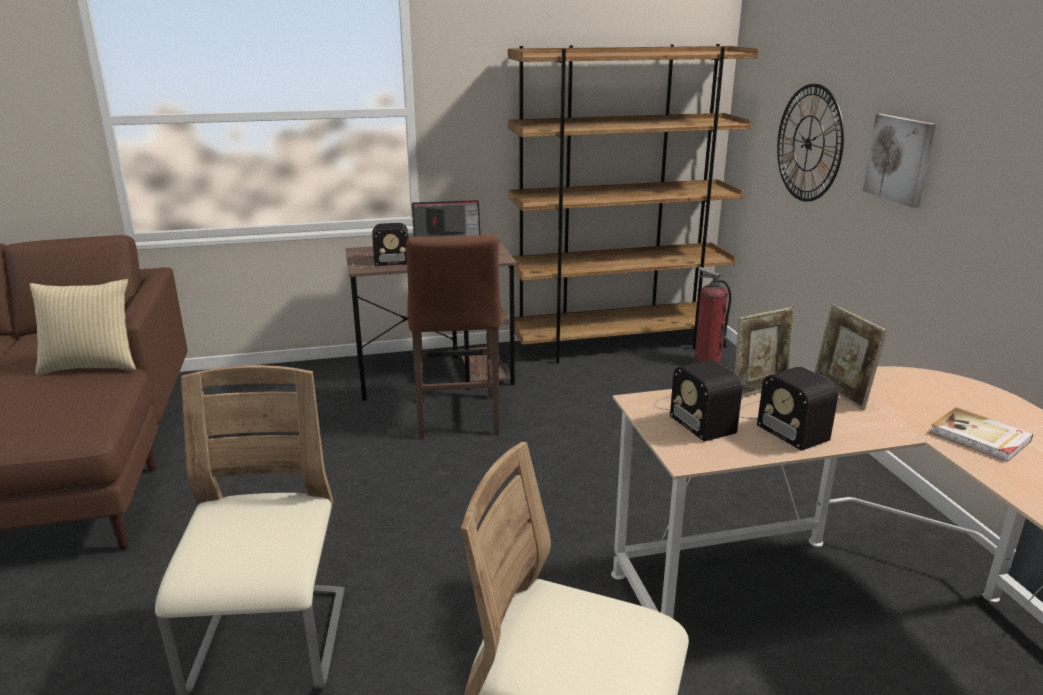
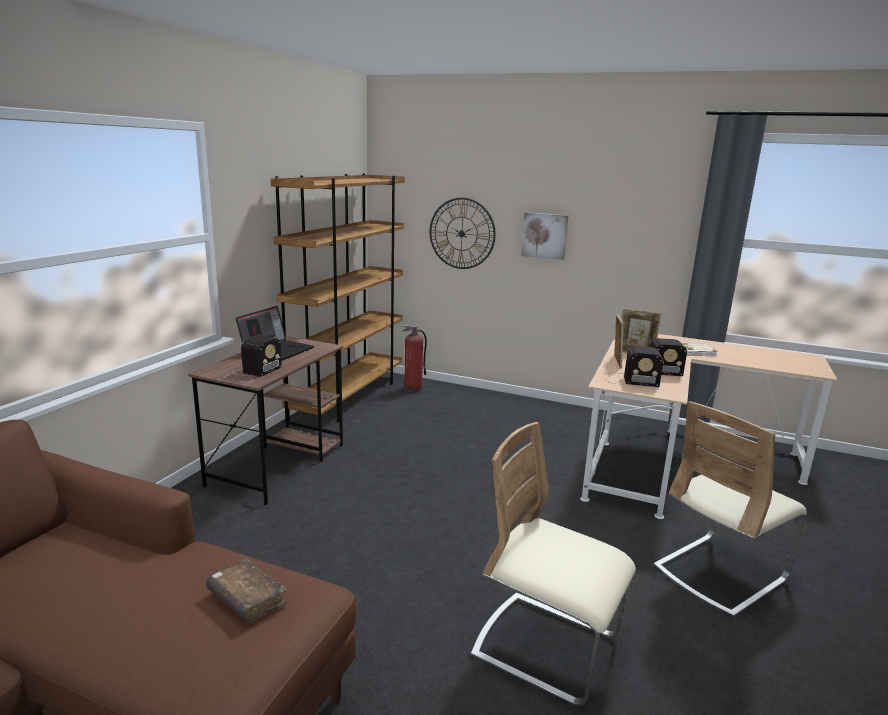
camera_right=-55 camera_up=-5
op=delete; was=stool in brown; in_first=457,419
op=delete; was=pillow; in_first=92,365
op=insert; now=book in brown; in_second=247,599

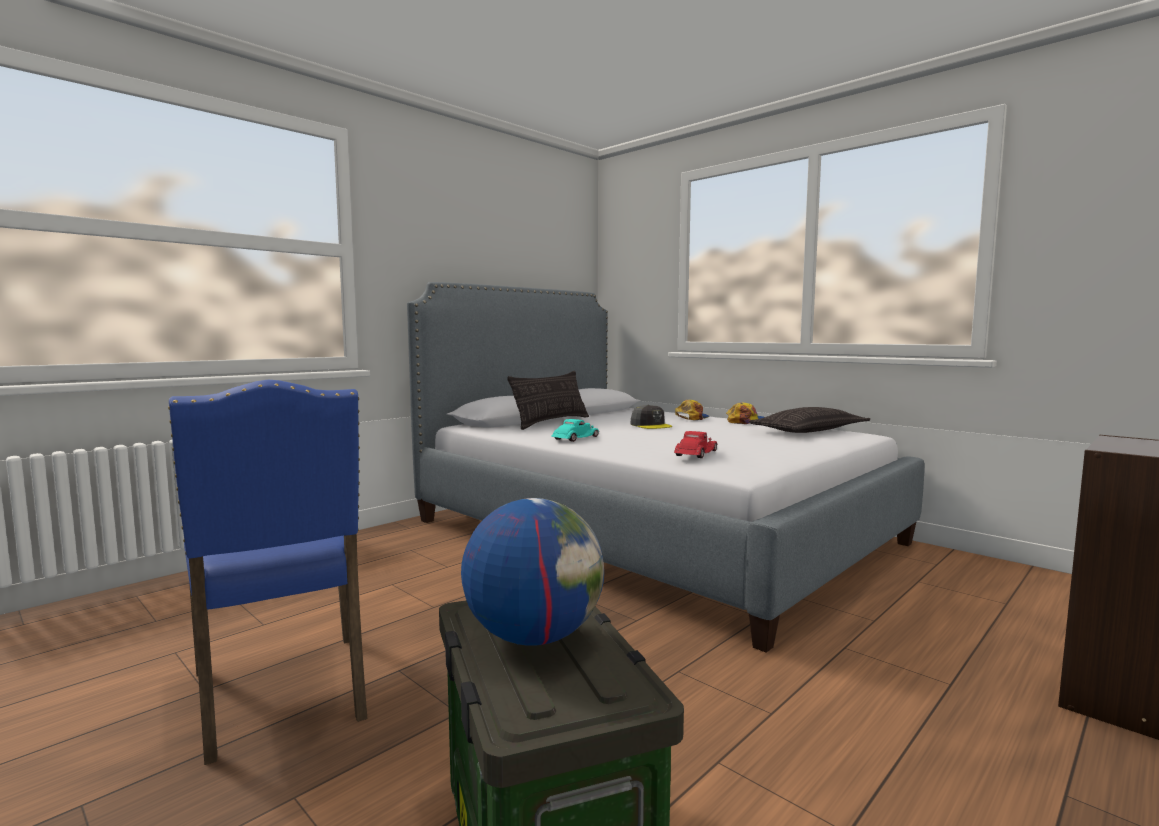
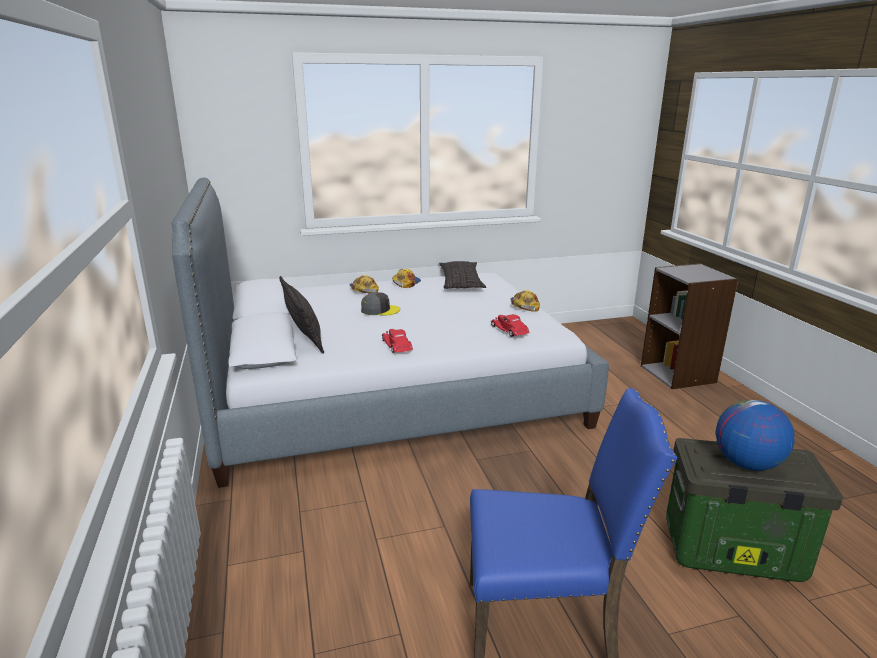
camera_right=-60 camera_up=15
op=recolor; was=toy car in turquoise; now=toy car in red; in_first=575,438; in_second=397,346
op=insert; now=cap; in_second=524,305

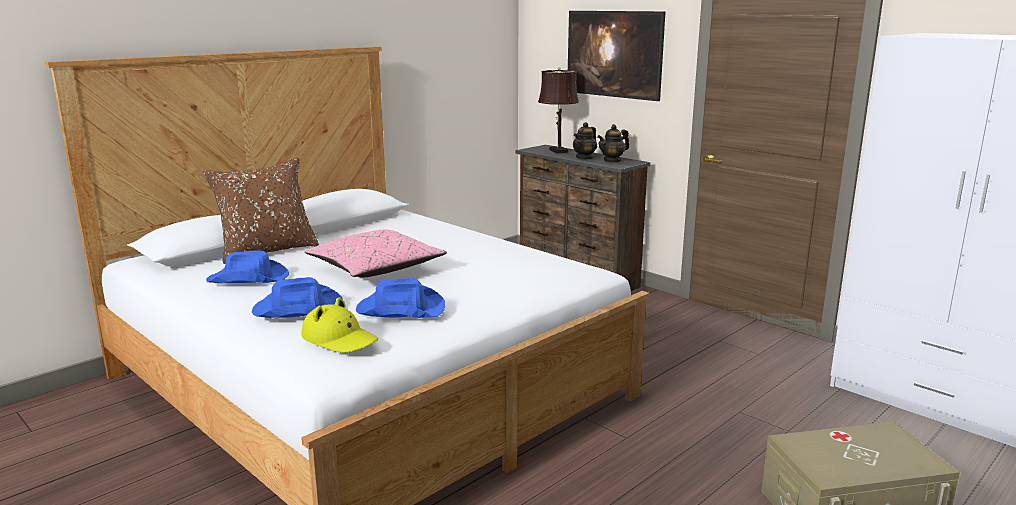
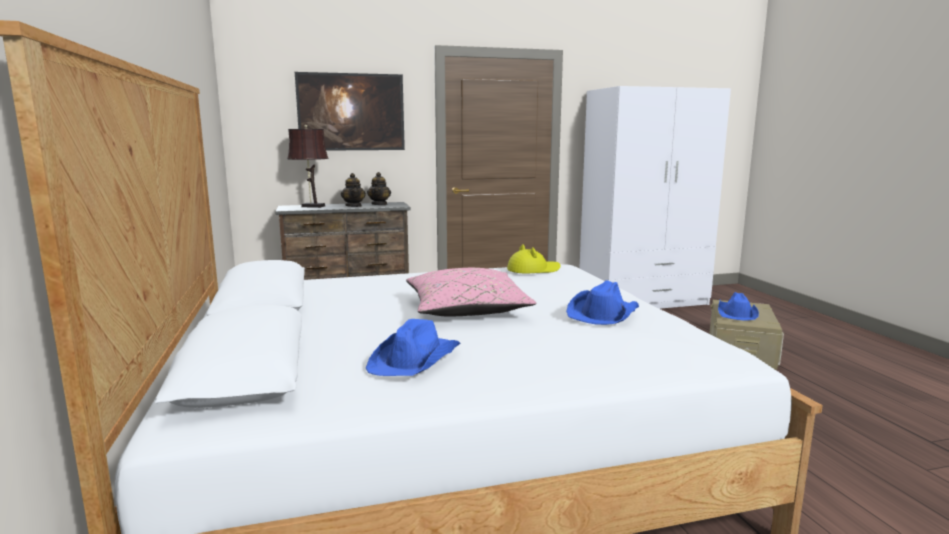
camera_right=-60 camera_up=-5
op=delete; was=pillow in brown; in_first=267,251
op=move; was=hat in blue; in_first=297,309; in_second=736,313
op=move; was=hat in yellow; in_first=340,339; in_second=533,270

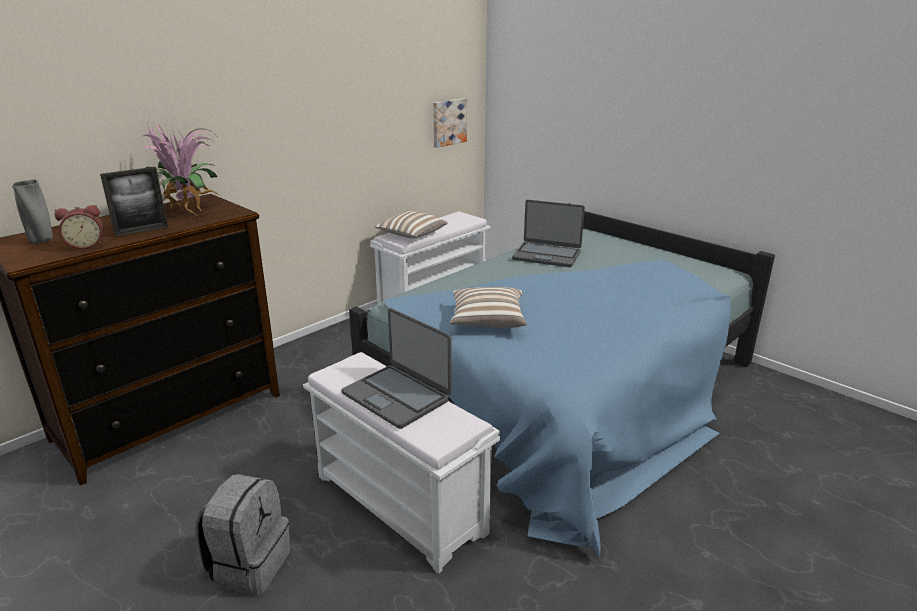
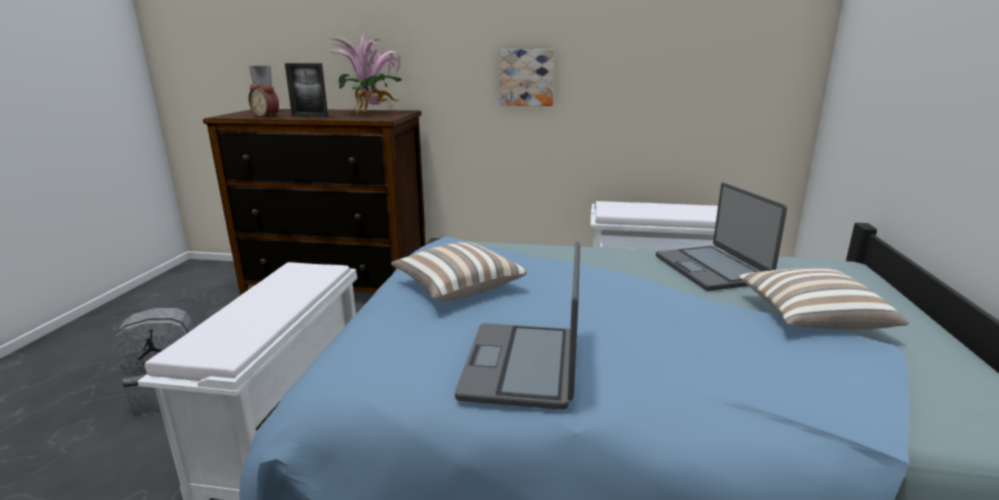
camera_right=55 camera_up=-5
op=move; was=picture; in_first=448,122; in_second=527,77
op=move; was=pillow; in_first=411,235; in_second=810,318
op=move; was=laptop; in_first=397,396; in_second=523,365

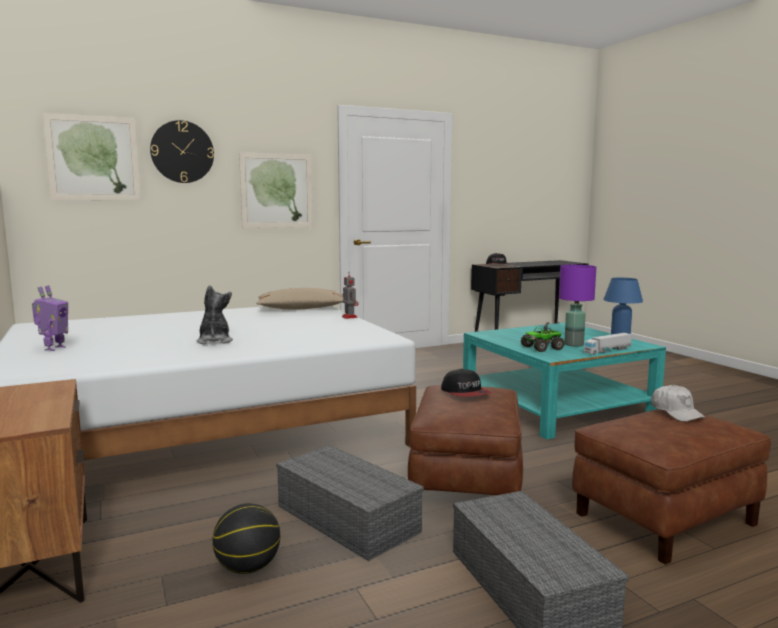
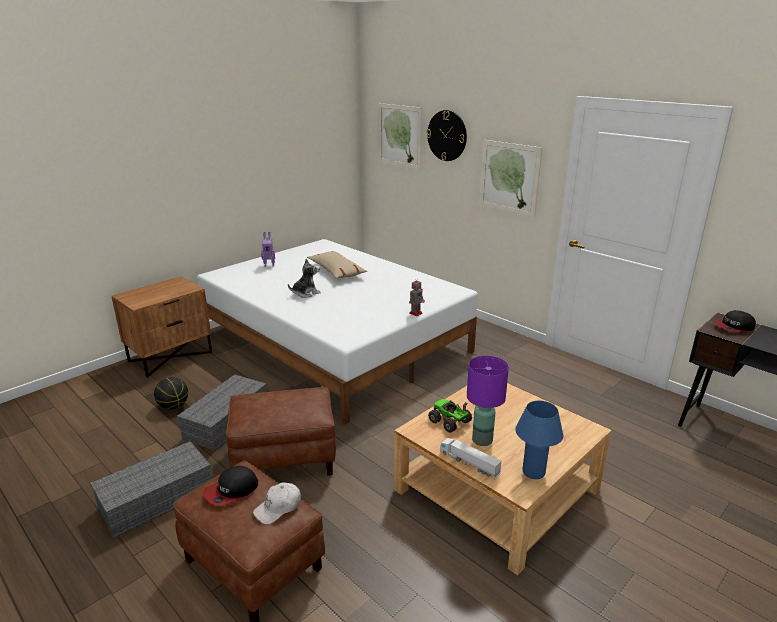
camera_right=70 camera_up=15
op=move; was=pillow in beige; in_first=301,309; in_second=336,271
op=recolor; was=coffee table in turquoise; now=coffee table in beige; in_first=556,405; in_second=496,489
op=move; was=cap; in_first=465,393; in_second=231,491

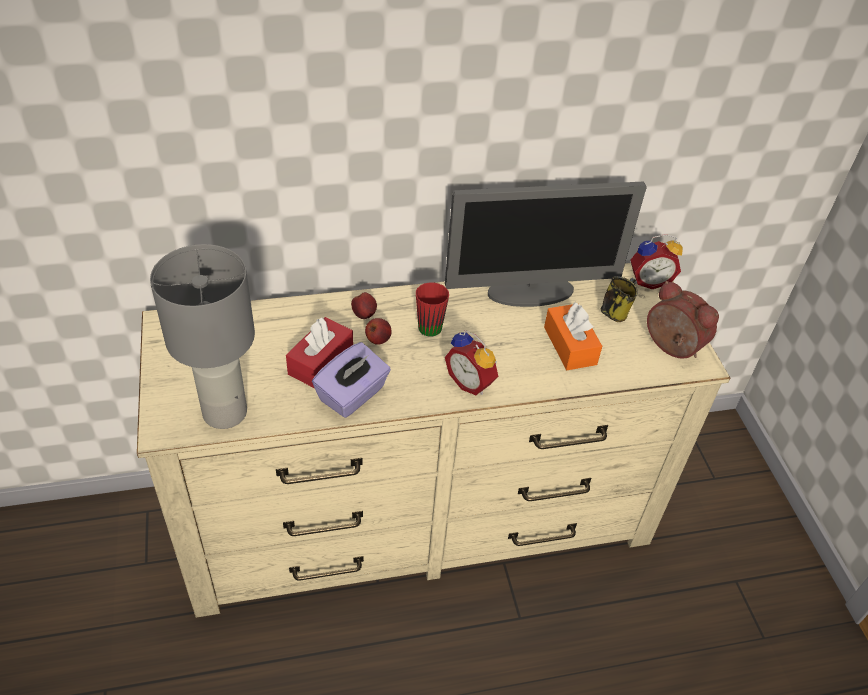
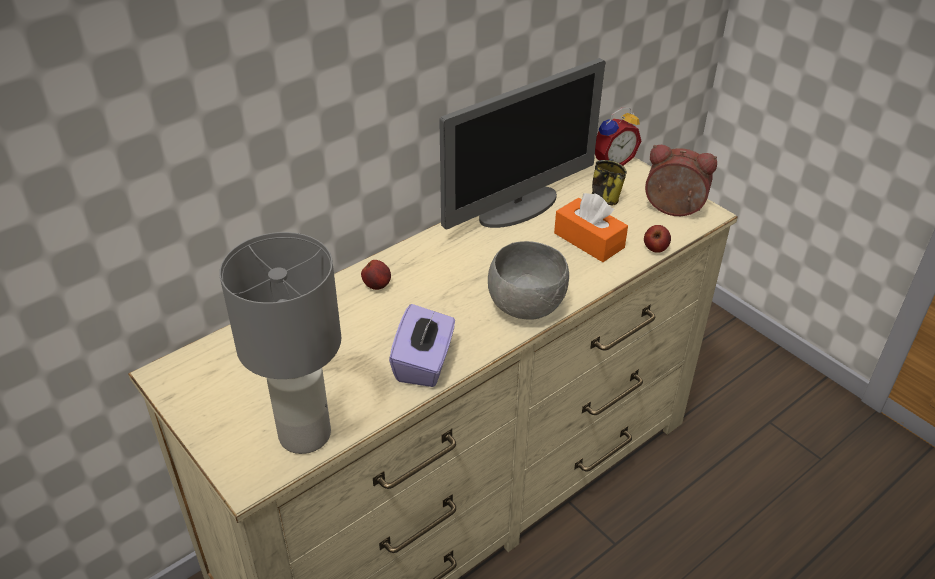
camera_right=-25 camera_up=-5
op=delete; was=mug in red; in_first=428,323
op=delete; was=tissue box in red; in_first=321,362
op=move; was=apple; in_first=378,340; in_second=655,249
op=replace; was=alarm clock; now=bowl in grey; in_first=471,382; in_second=527,306

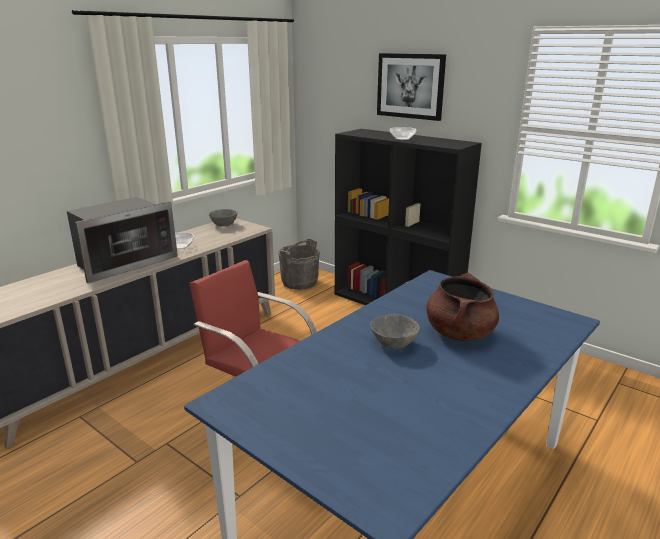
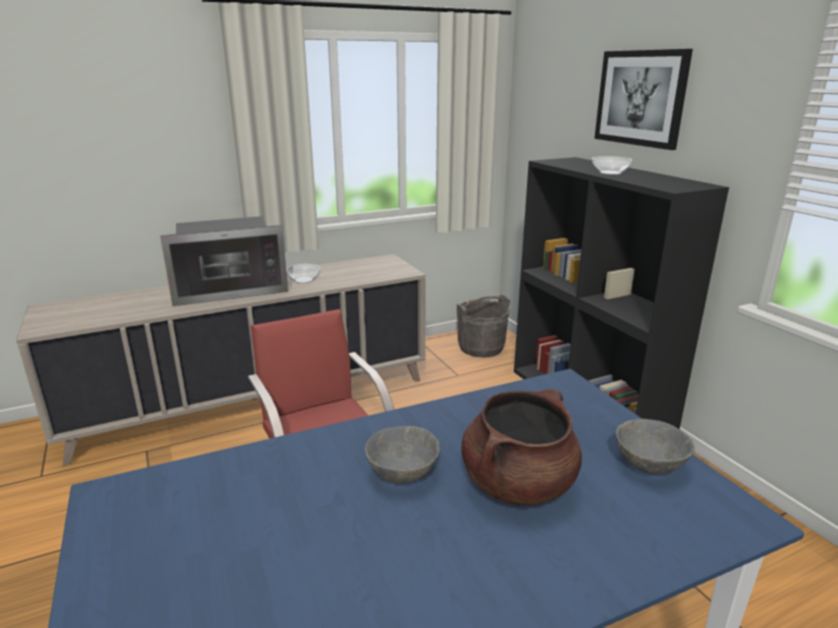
camera_right=25 camera_up=0
op=move; was=bowl in grey; in_first=224,225; in_second=649,465

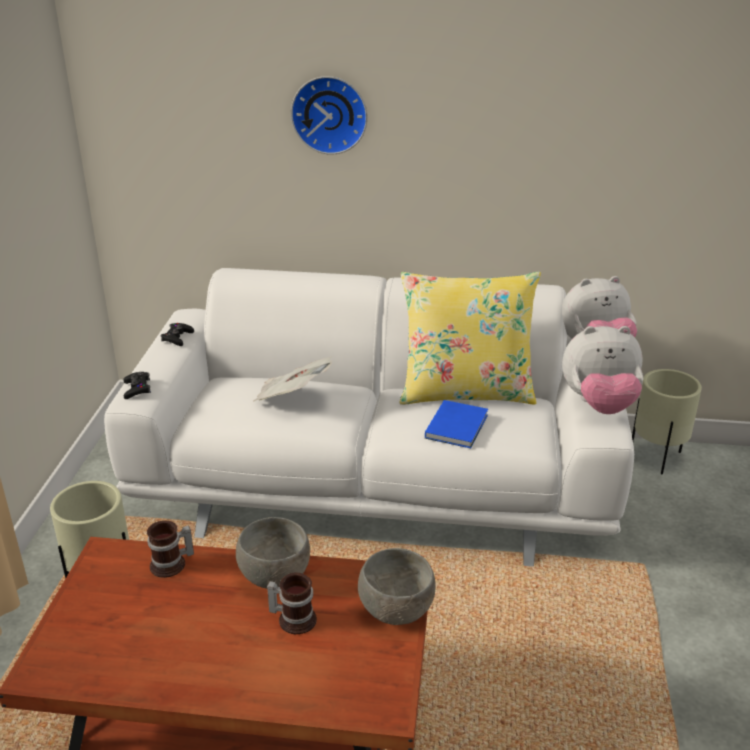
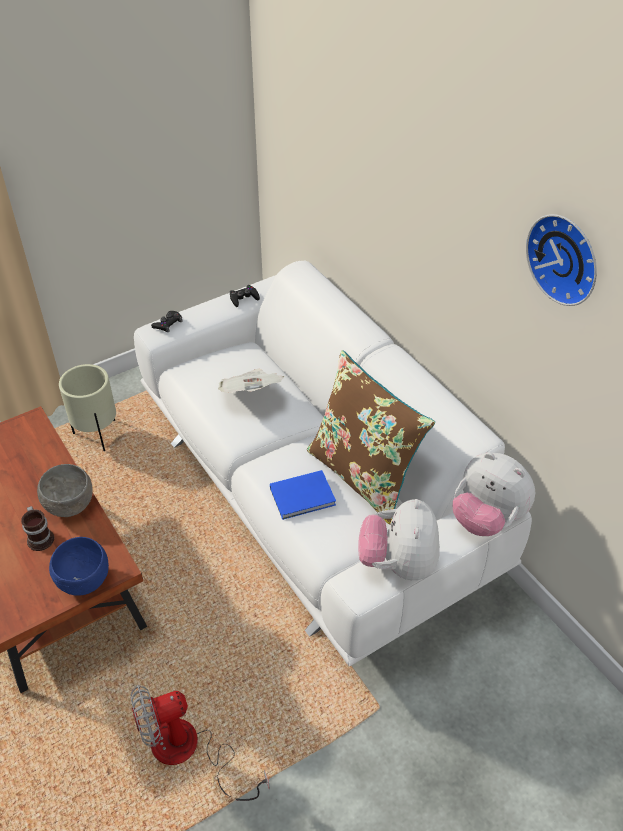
camera_right=50 camera_up=15
op=move; was=wall clock; in_first=330,114; in_second=566,258
op=recolor; was=pillow in yellow; now=pillow in brown; in_first=466,392; in_second=363,475
op=rotate; was=plush toy; in_first=599,405; in_second=398,563; clockwise=45
op=delete; was=planter in beige; in_first=657,458
op=delete; was=mug; in_first=172,565
op=recolor; was=bowl in grey; now=bowl in blue; in_first=395,611; in_second=83,580
op=insert; now=fan; in_second=189,752

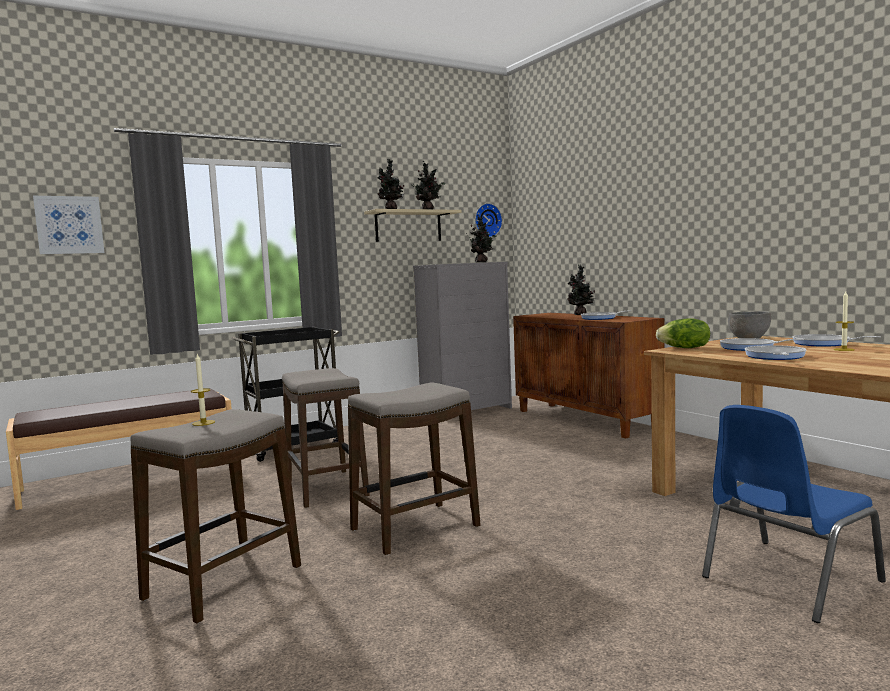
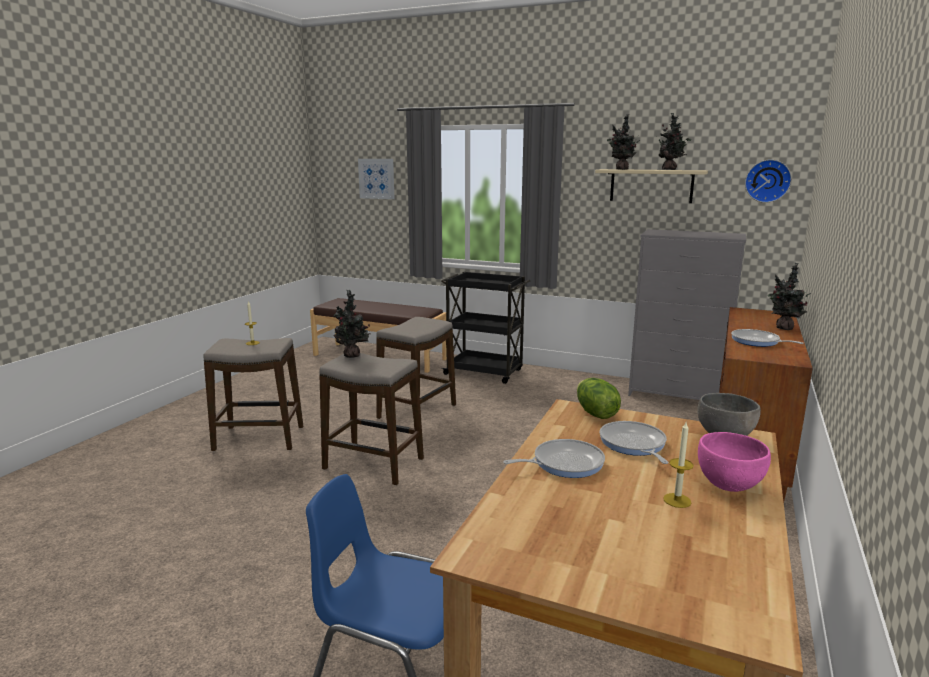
camera_right=55 camera_up=10
op=move; was=potted plant; in_first=482,262; in_second=352,356
op=replace; was=frying pan; now=bowl in pink; in_first=824,344; in_second=728,485

